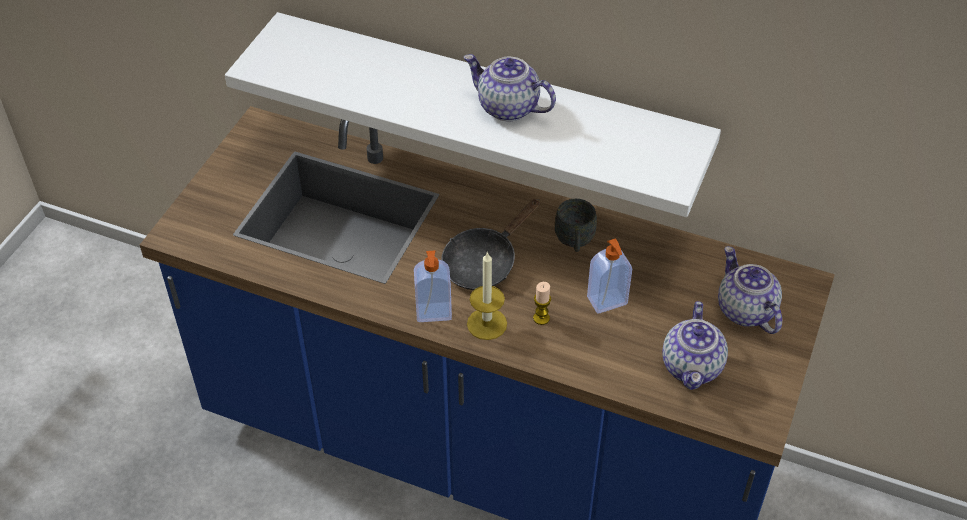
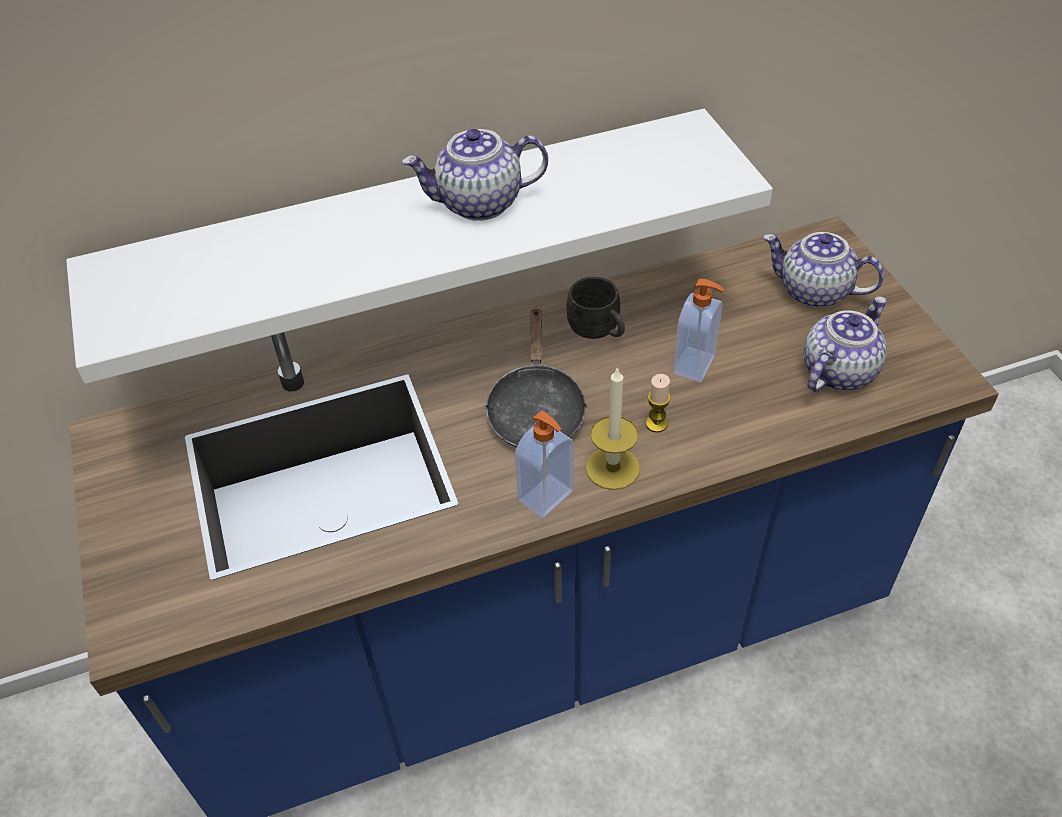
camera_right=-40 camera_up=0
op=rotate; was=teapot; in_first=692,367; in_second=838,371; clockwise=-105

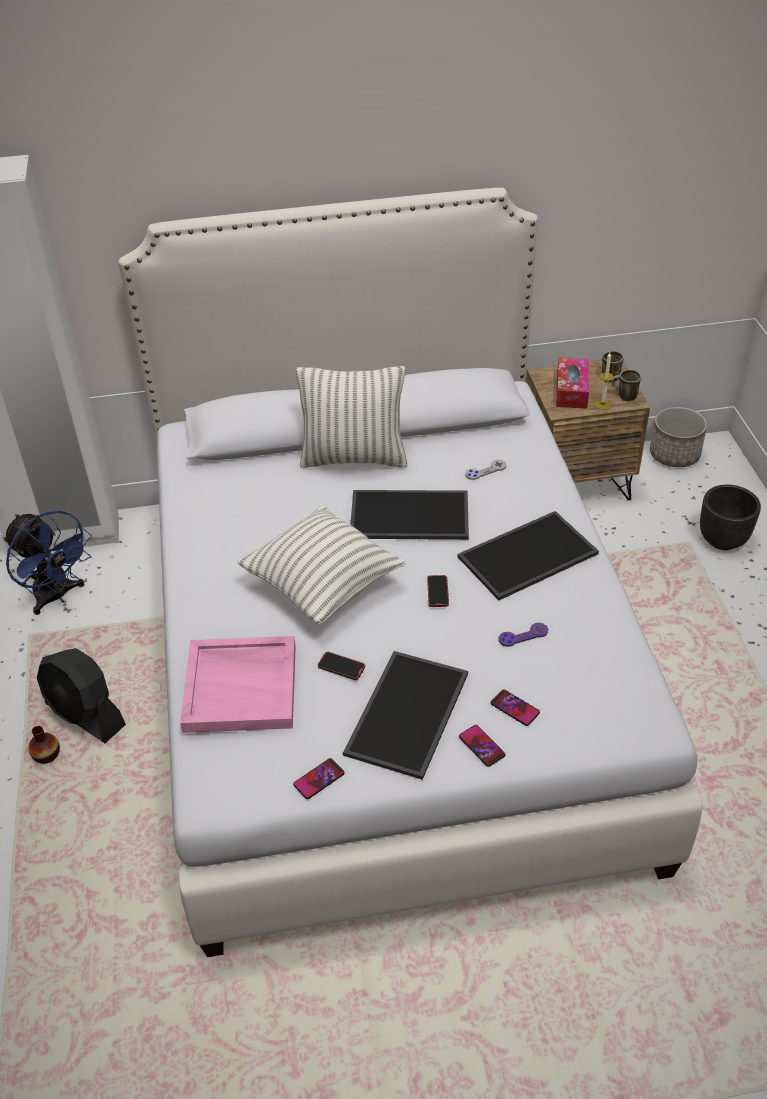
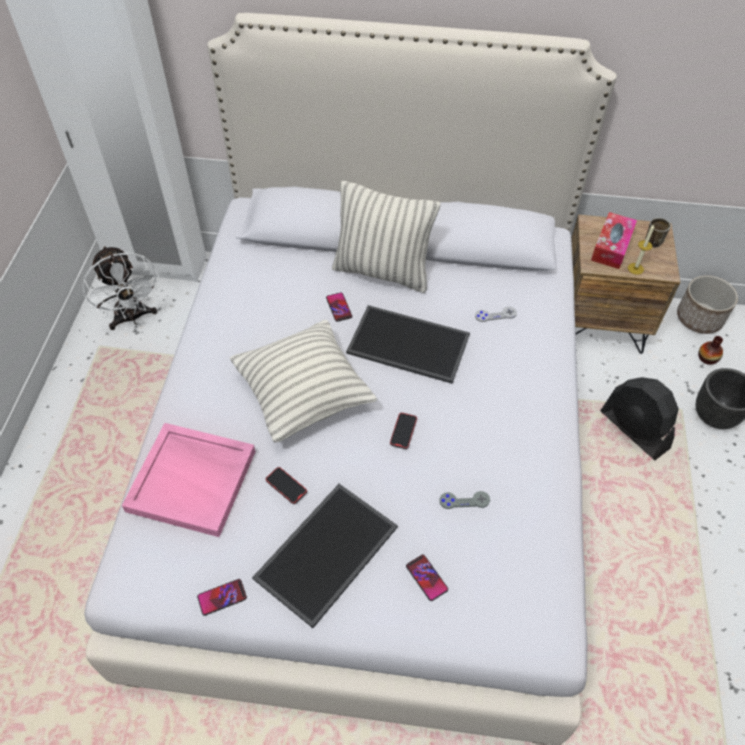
camera_right=15 camera_up=10
op=delete; was=mug; in_first=623,397
op=recolor; was=fan in blue; now=fan in white; in_first=57,596; in_second=132,318
op=delete; was=tray; in_first=528,557
op=recolor; was=game controller in purple; now=game controller in grey; in_first=523,635; in_second=464,500
op=move; was=fan in black; in_first=85,715; in_second=634,430
op=move; was=phone; in_first=481,746; in_second=339,307
op=move; was=vase; in_first=47,755; in_second=707,358

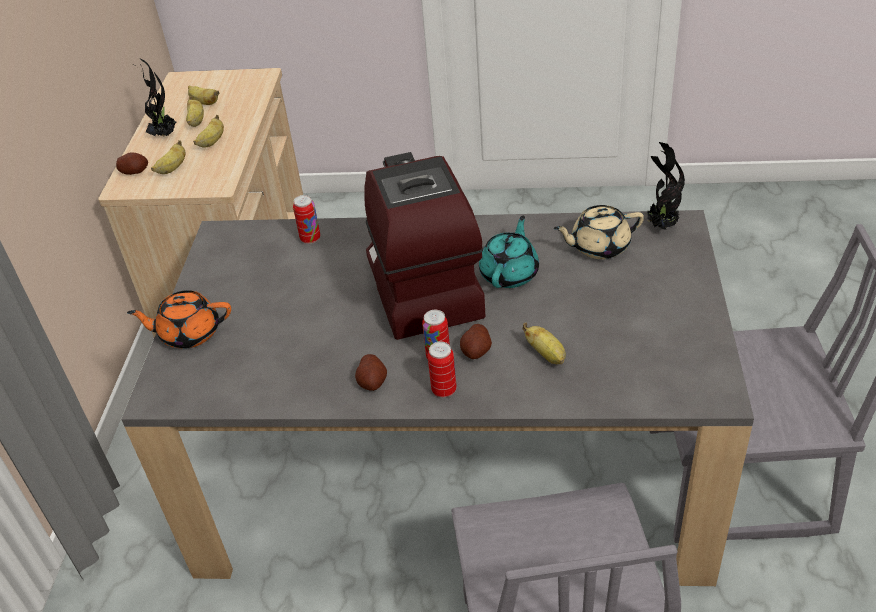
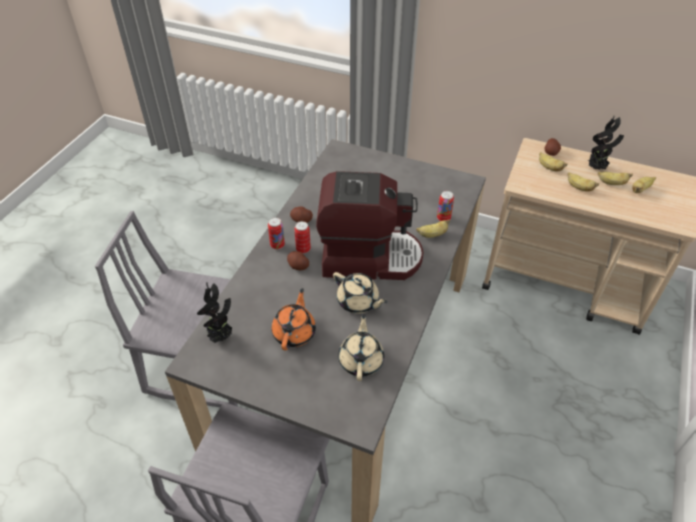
camera_right=105 camera_up=5
op=move; was=potted plant; in_first=660,226; in_second=221,337
op=recolor; was=teapot in turquoise; now=teapot in beige; in_first=510,273; in_second=358,302
op=move; was=teapot in orange; in_first=189,333; in_second=294,332
op=move; was=banana; in_first=546,355; in_second=432,235

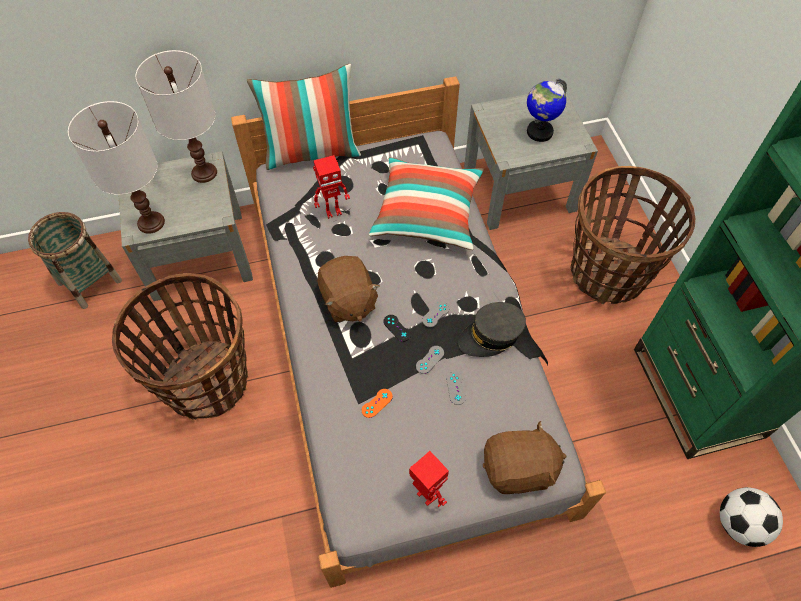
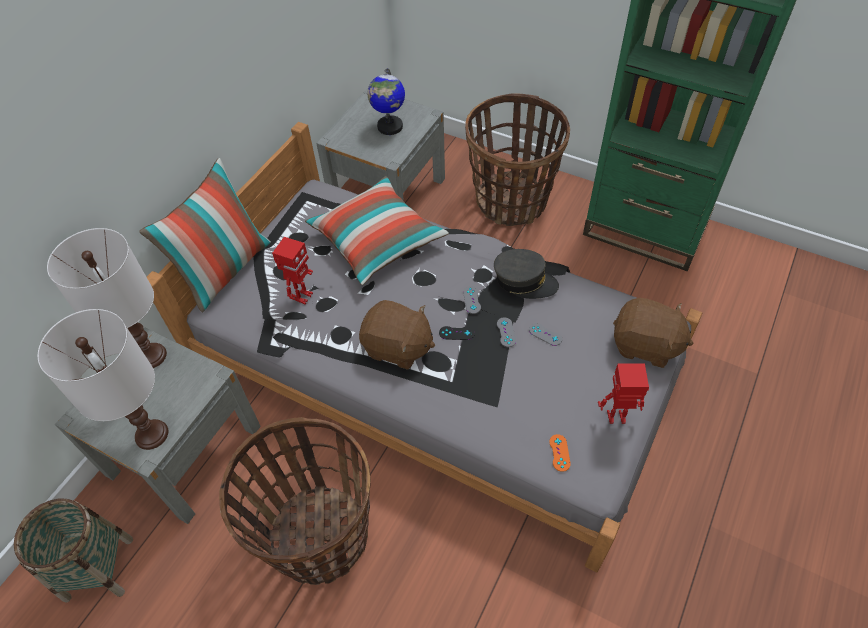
camera_right=-45 camera_up=-5
op=rotate; was=cap in grey; in_first=491,335; in_second=524,281; clockwise=-90
op=move; was=game controller in orange; in_first=377,403; in_second=559,453
op=rotate; was=plush toy in brown; in_first=519,469; in_second=645,345; clockwise=75
op=delete; was=football; in_first=739,523

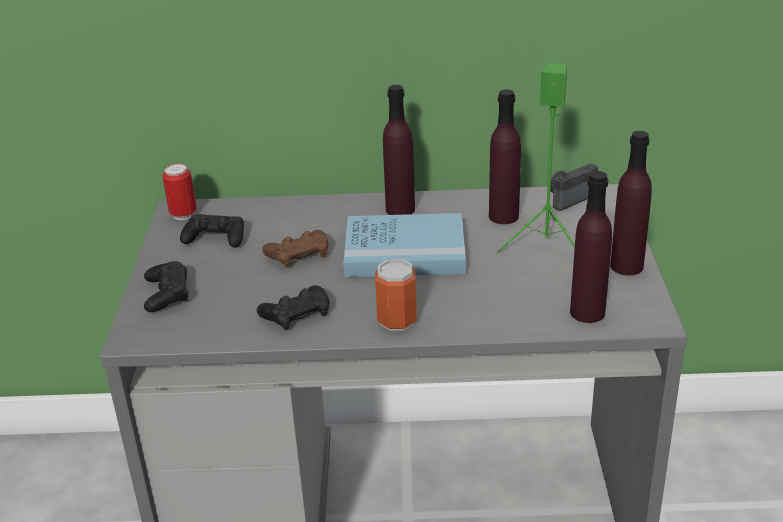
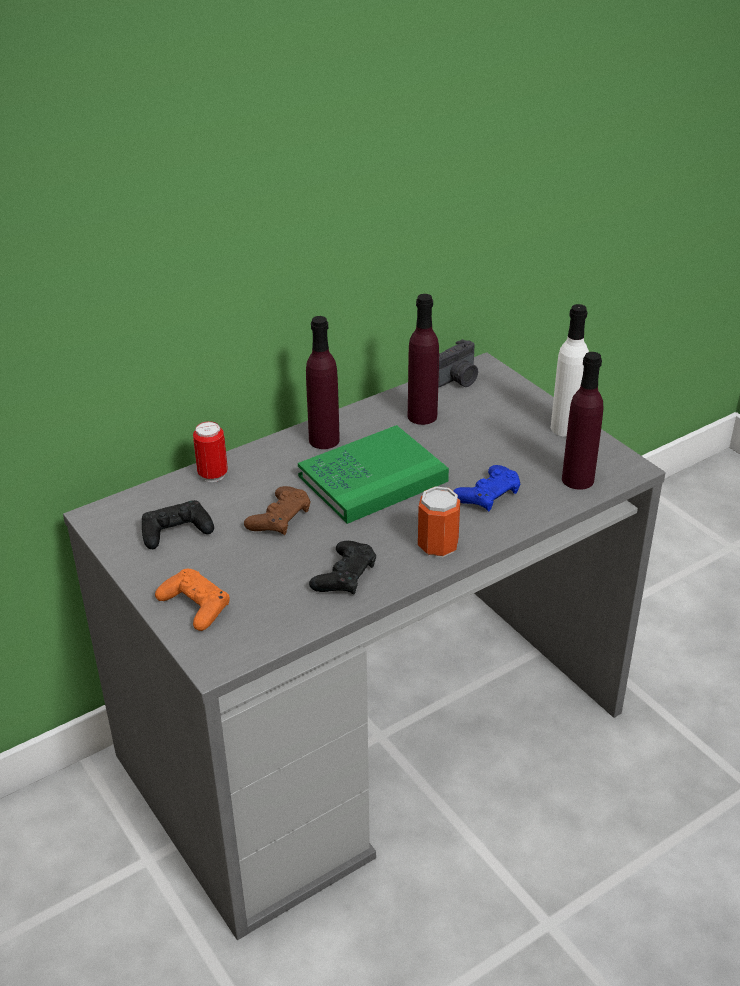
camera_right=-35 camera_up=5
op=delete; was=speaker in green; in_first=547,245
op=recolor; was=bottle in purple; now=bottle in white; in_first=626,266; in_second=565,428
op=move; was=can; in_first=183,214; in_second=213,475
op=rotate; was=photo camera; in_first=568,198; in_second=457,380; clockwise=-150
op=recolor; was=book in blue; now=book in green; in_first=405,251; in_second=373,479
op=recolor; was=game controller in black; now=game controller in orange; in_first=167,293; in_second=195,605
op=insert; now=game controller in blue; in_second=487,494

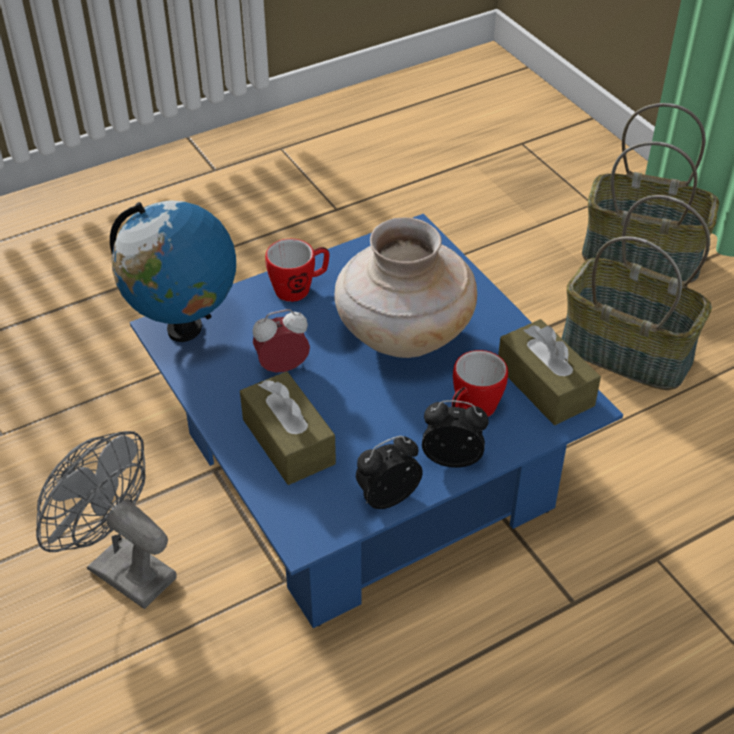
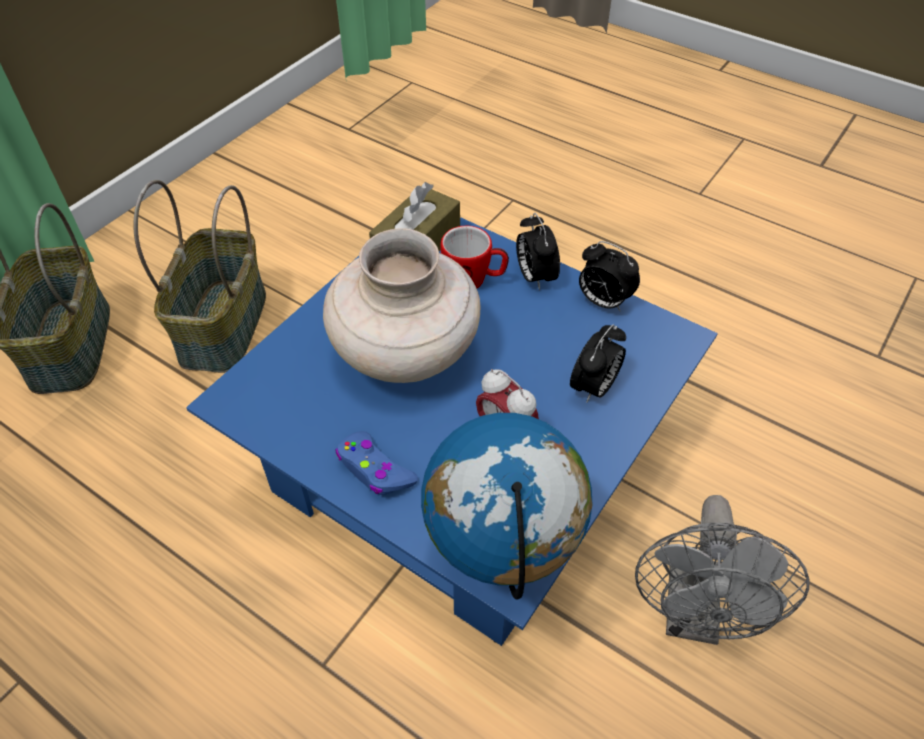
camera_right=-115 camera_up=5
op=replace; was=mug; now=game controller in blue; in_first=299,288; in_second=375,470
op=replace; was=tissue box in brown; now=alarm clock; in_first=288,441; in_second=594,388

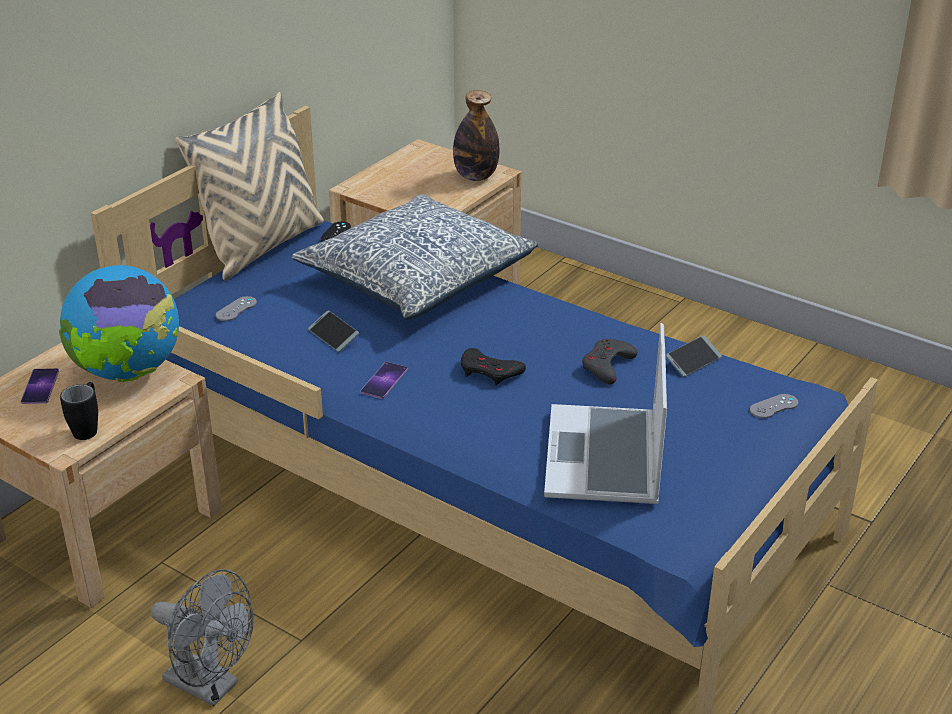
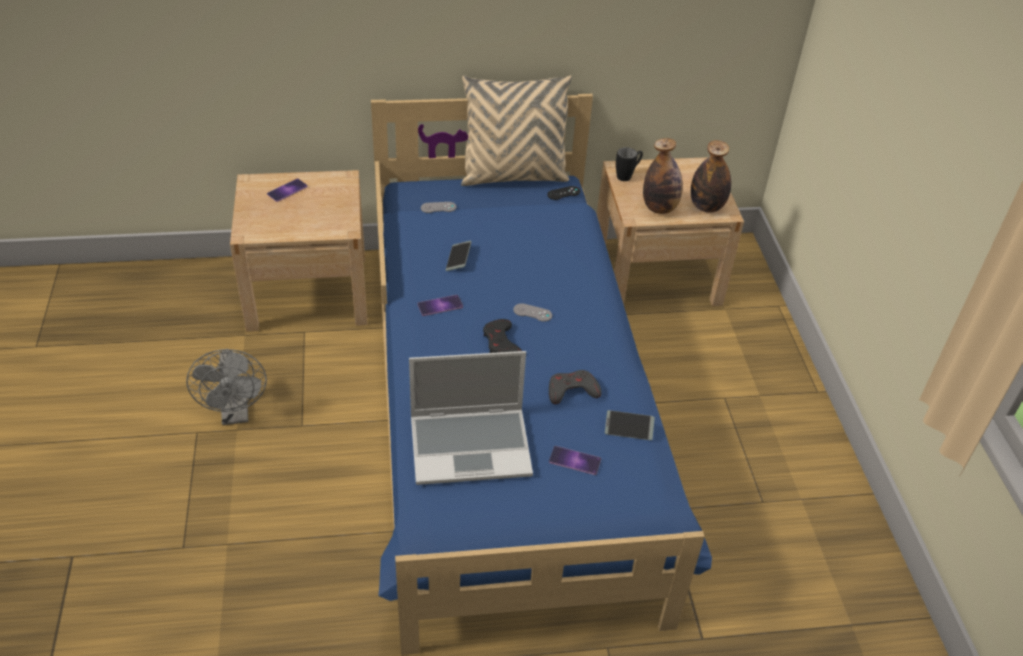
camera_right=45 camera_up=10
op=delete; was=pillow; in_first=417,278
op=delete; was=globe; in_first=128,372
op=rotate; was=laptop; in_first=605,459; in_second=472,446; clockwise=-150
op=move; was=mug in black; in_first=88,428; in_second=627,175
op=move; was=game controller in grey; in_first=774,406; in_second=532,312
op=insert; now=bottle; in_second=659,208
op=insert; now=phone; in_second=575,460

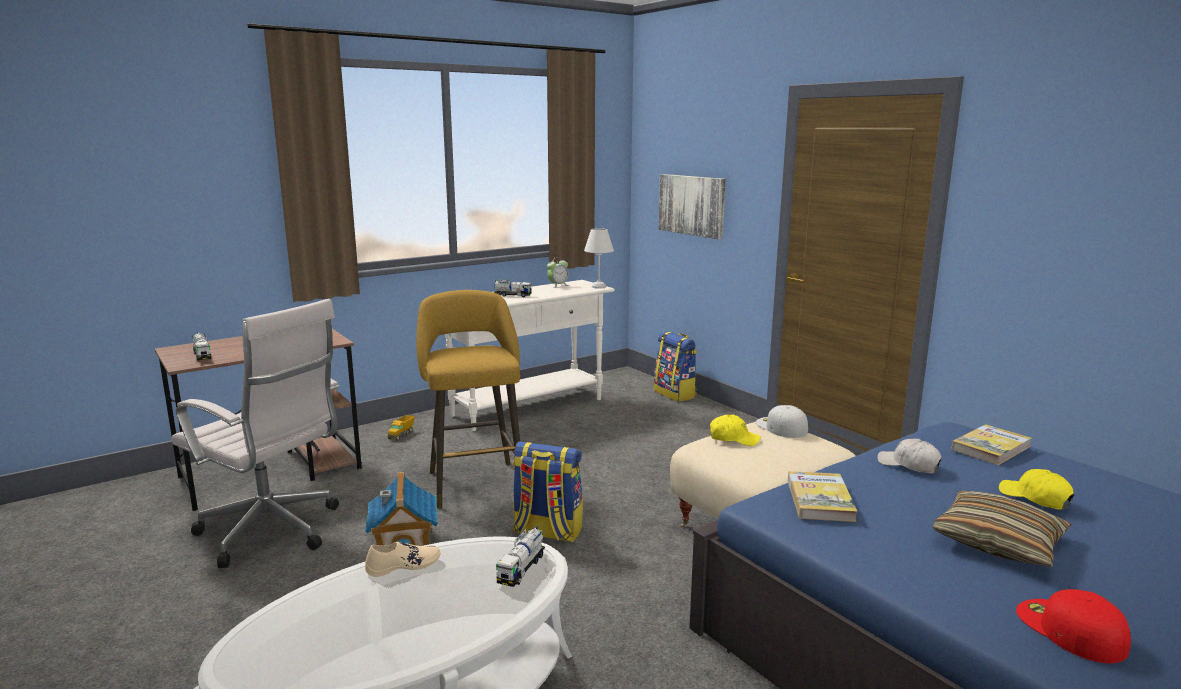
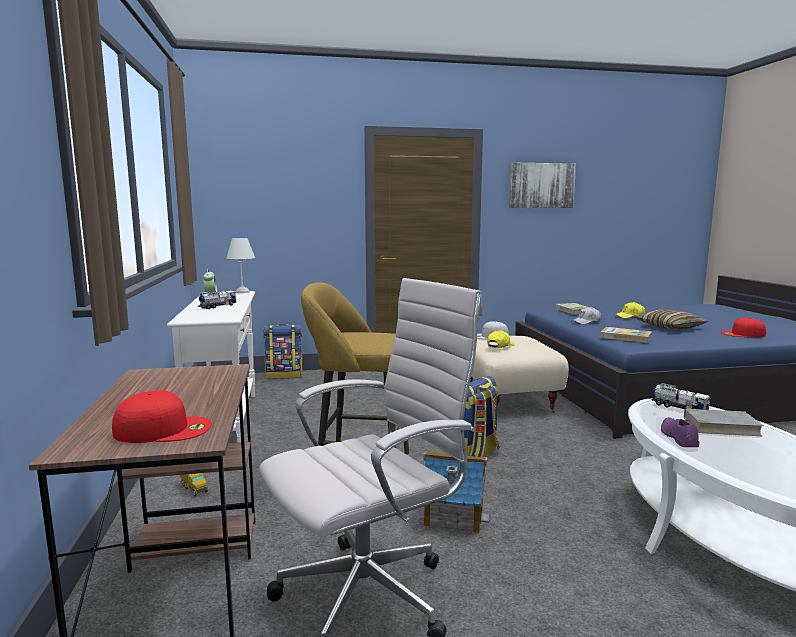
camera_right=-65 camera_up=-5
op=move; was=picture; in_first=692,205; in_second=541,185
op=replace; was=toy truck; now=cap in red; in_first=202,355; in_second=164,429
op=recolor; was=shoe in beige; now=shoe in purple; in_first=403,565; in_second=678,437
op=insert; now=book in grey; in_second=720,426

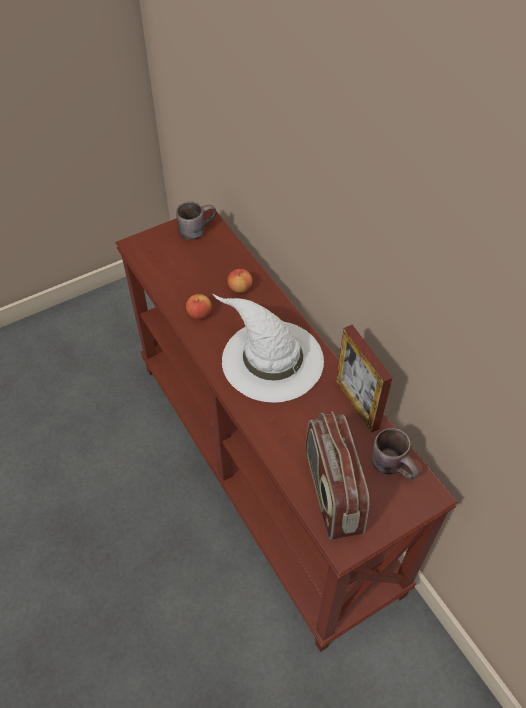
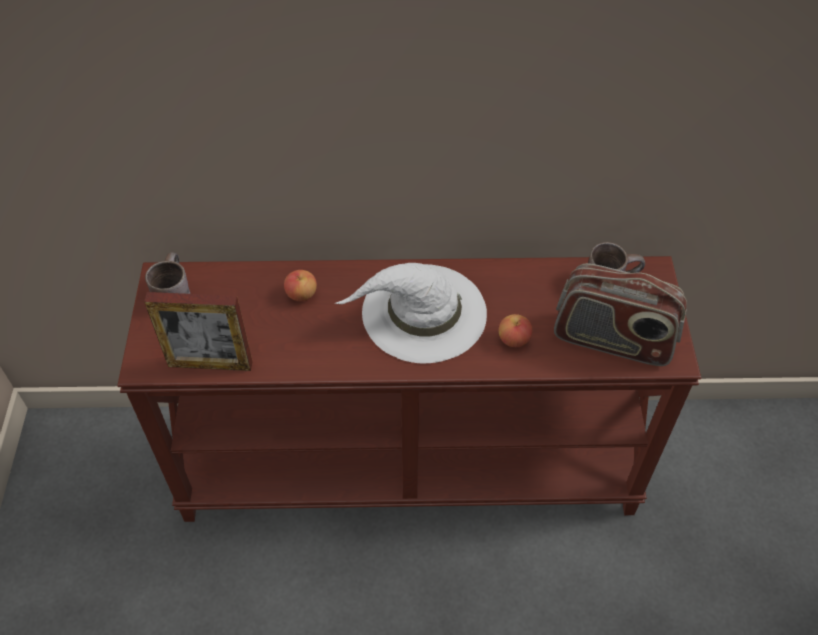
camera_right=-60 camera_up=0
op=move; was=apple; in_first=199,314; in_second=513,339
op=move; was=picture frame; in_first=357,404; in_second=210,364

